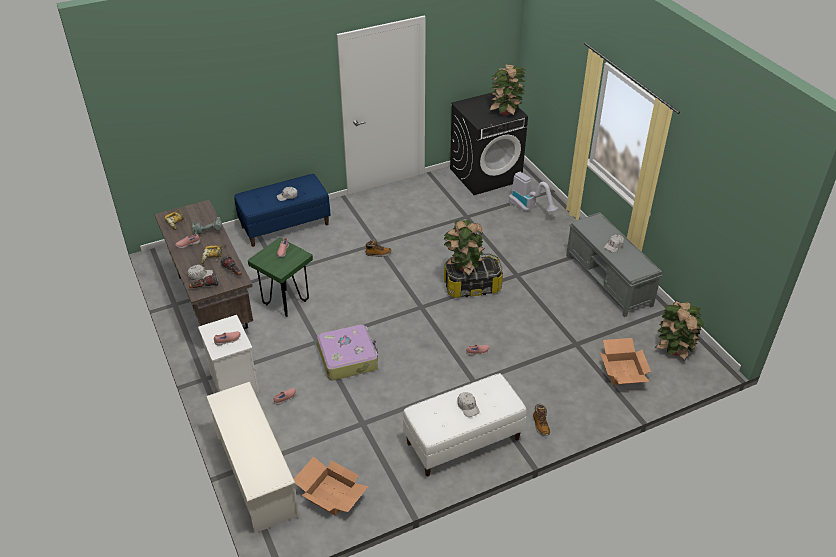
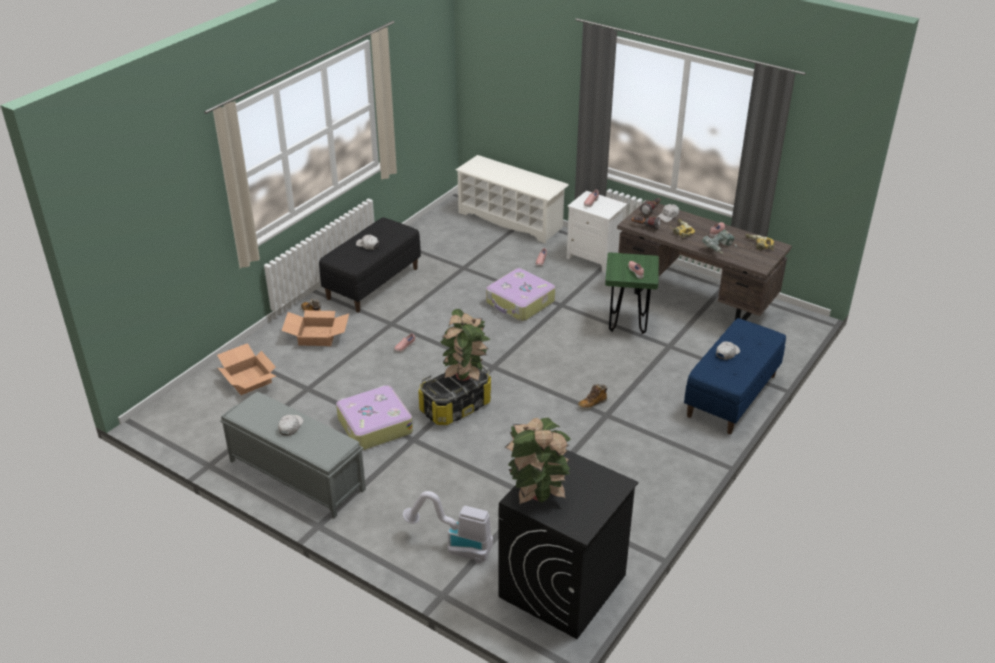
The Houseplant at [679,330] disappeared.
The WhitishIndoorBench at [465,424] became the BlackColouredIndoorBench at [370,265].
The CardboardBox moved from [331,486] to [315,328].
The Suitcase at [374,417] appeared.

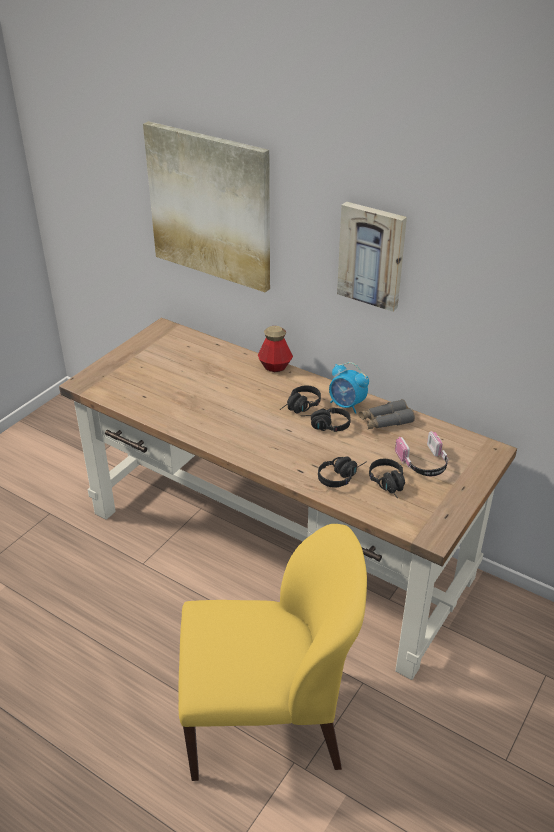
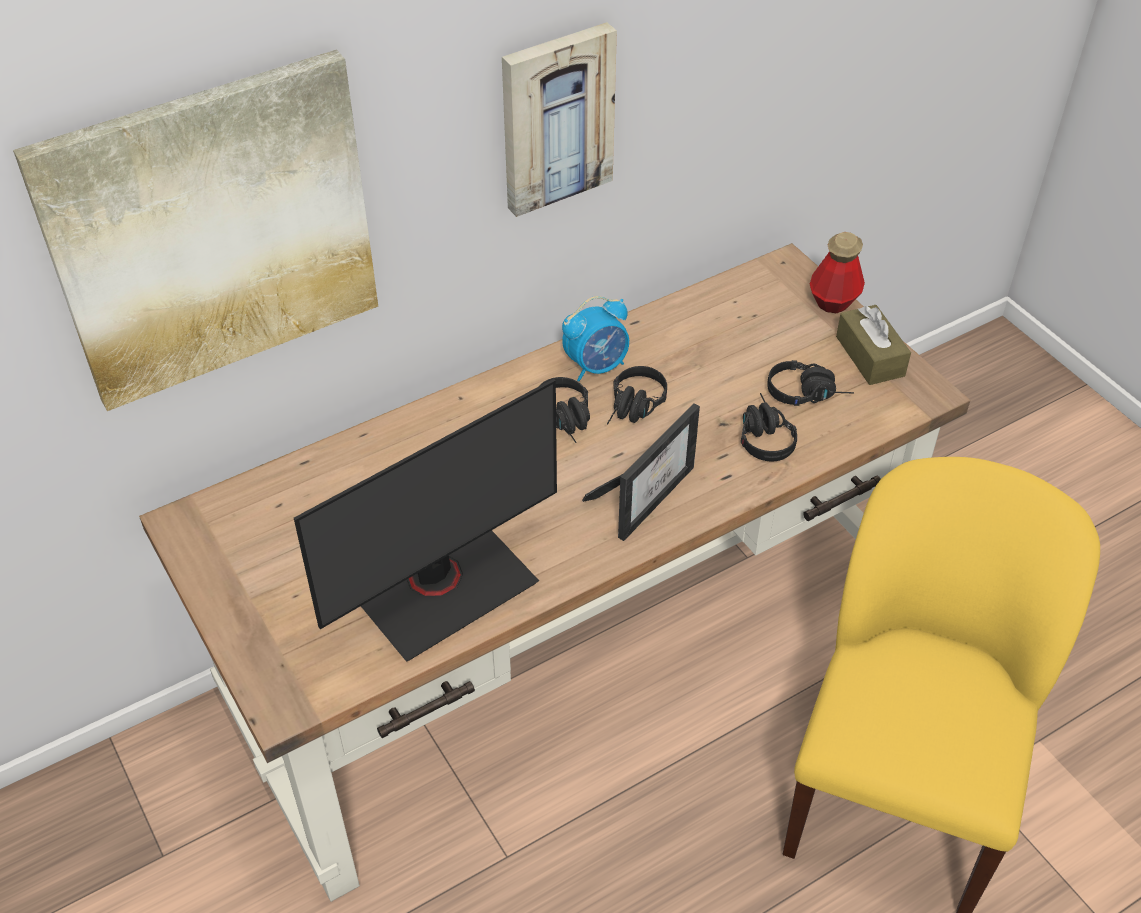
The DrinkBottle moved from [275,349] to [837,272].
The GrayPairOfBinoculars at [386,414] disappeared.
The Headset at [422,453] disappeared.
The BrownishBoxOfTissues at [873,345] appeared.
The ComputerDisplay at [425,520] appeared.
The StandingFrame at [641,472] appeared.

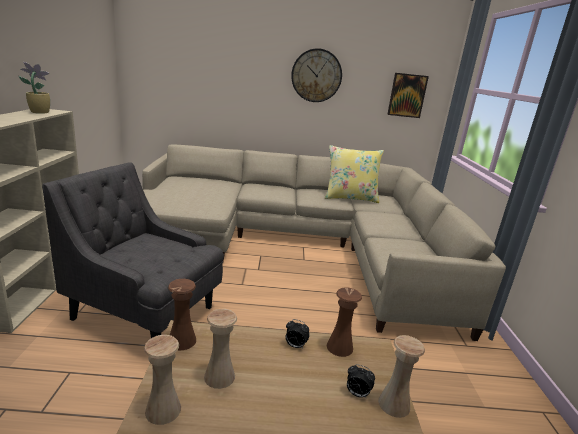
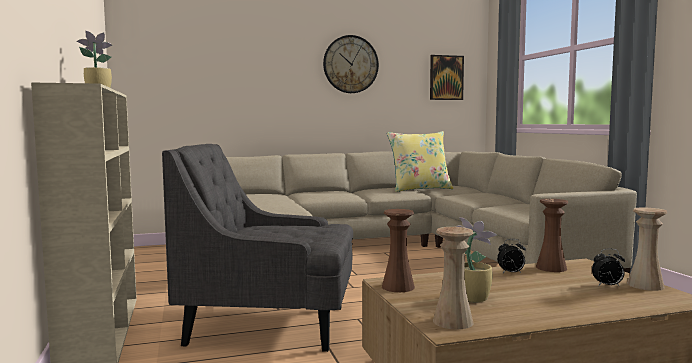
The SandColouredVase at [220,349] was replaced by the Houseplant at [476,259].

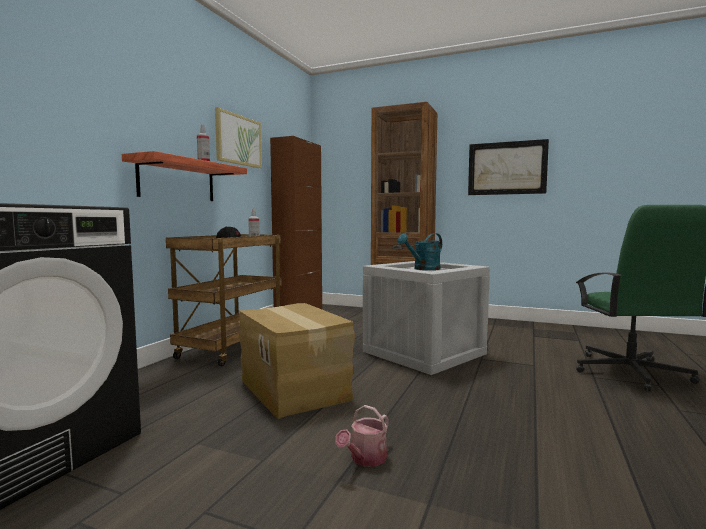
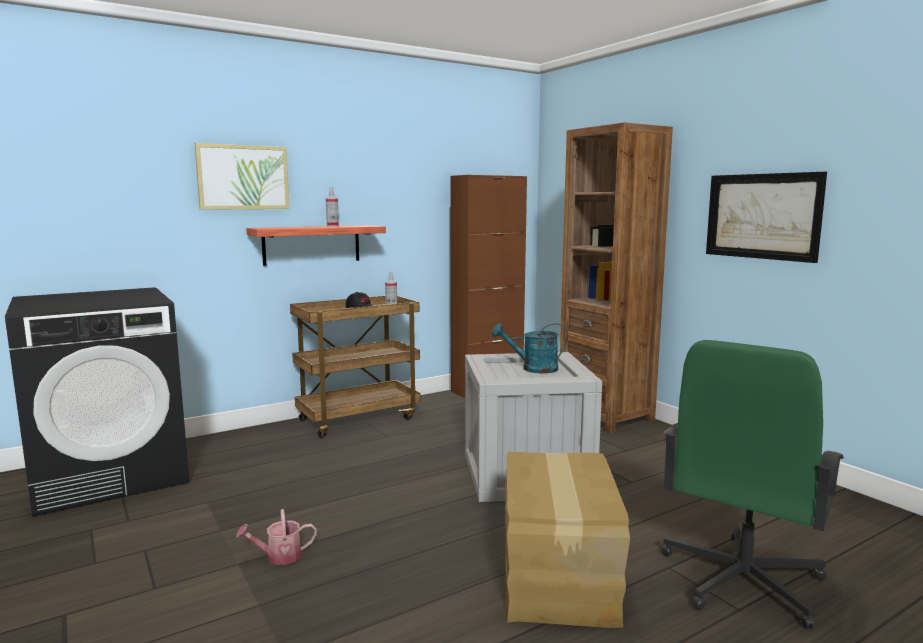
The WallArt moved from [238,137] to [242,176].
The CardboardBox moved from [297,361] to [567,539].

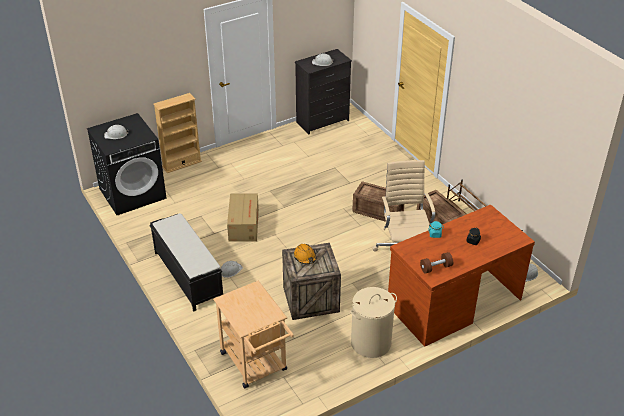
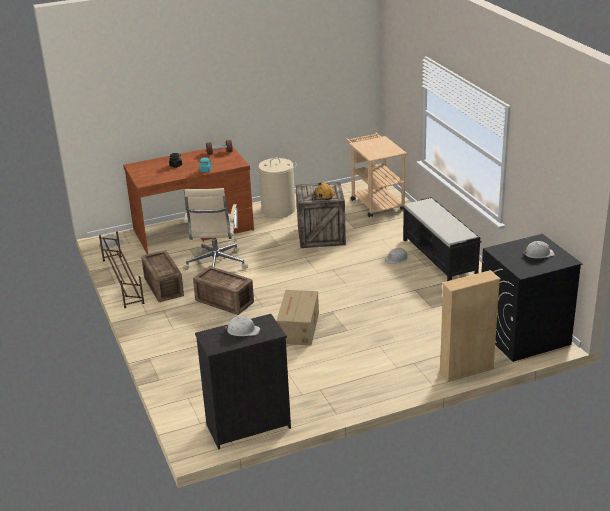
The CardboardBox moved from [243,217] to [297,317].

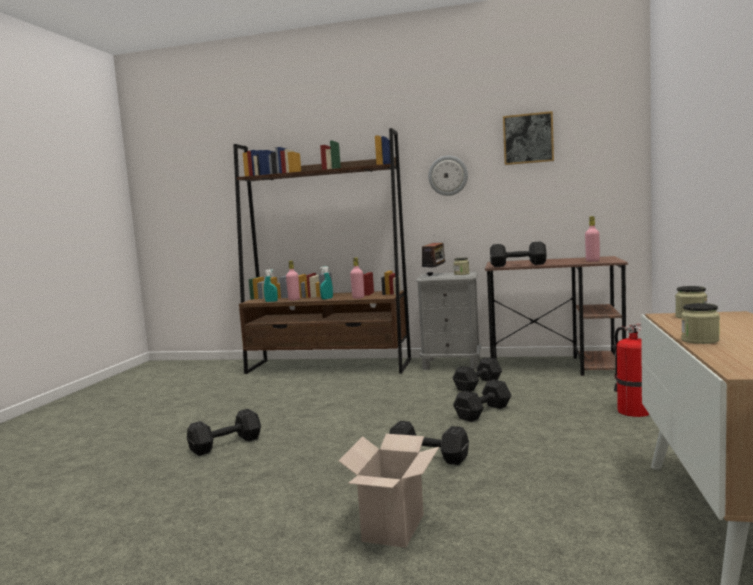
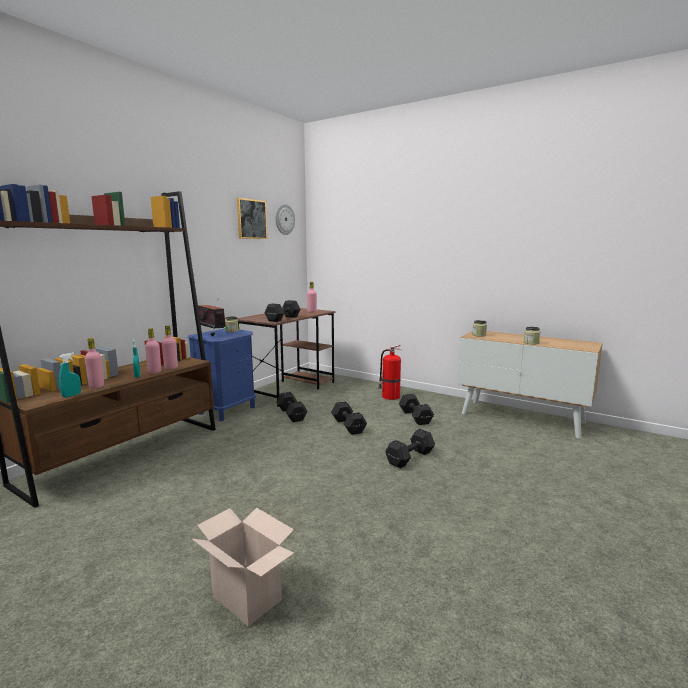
The HangingClock moved from [448,175] to [285,219].
The GrayNightstand at [448,321] became the BlueColouredNightstand at [222,374].
The BlackColouredDumbbell moved from [224,432] to [416,409].
The CardboardBox moved from [389,491] to [243,567].
The PinkishDrinkBottle at [153,351] appeared.

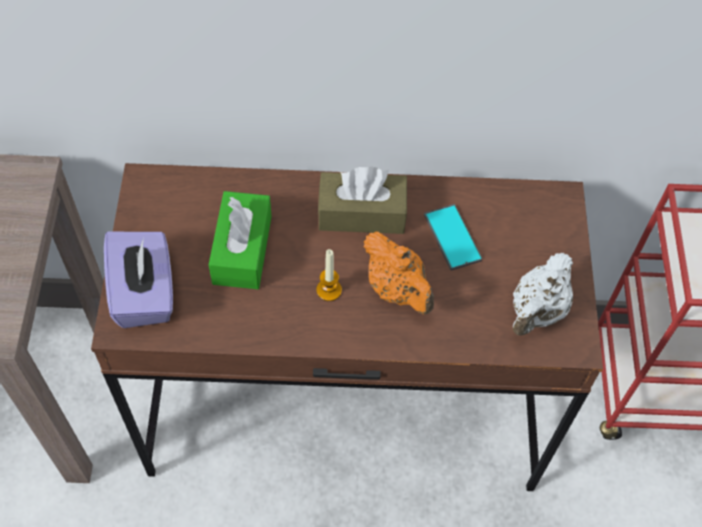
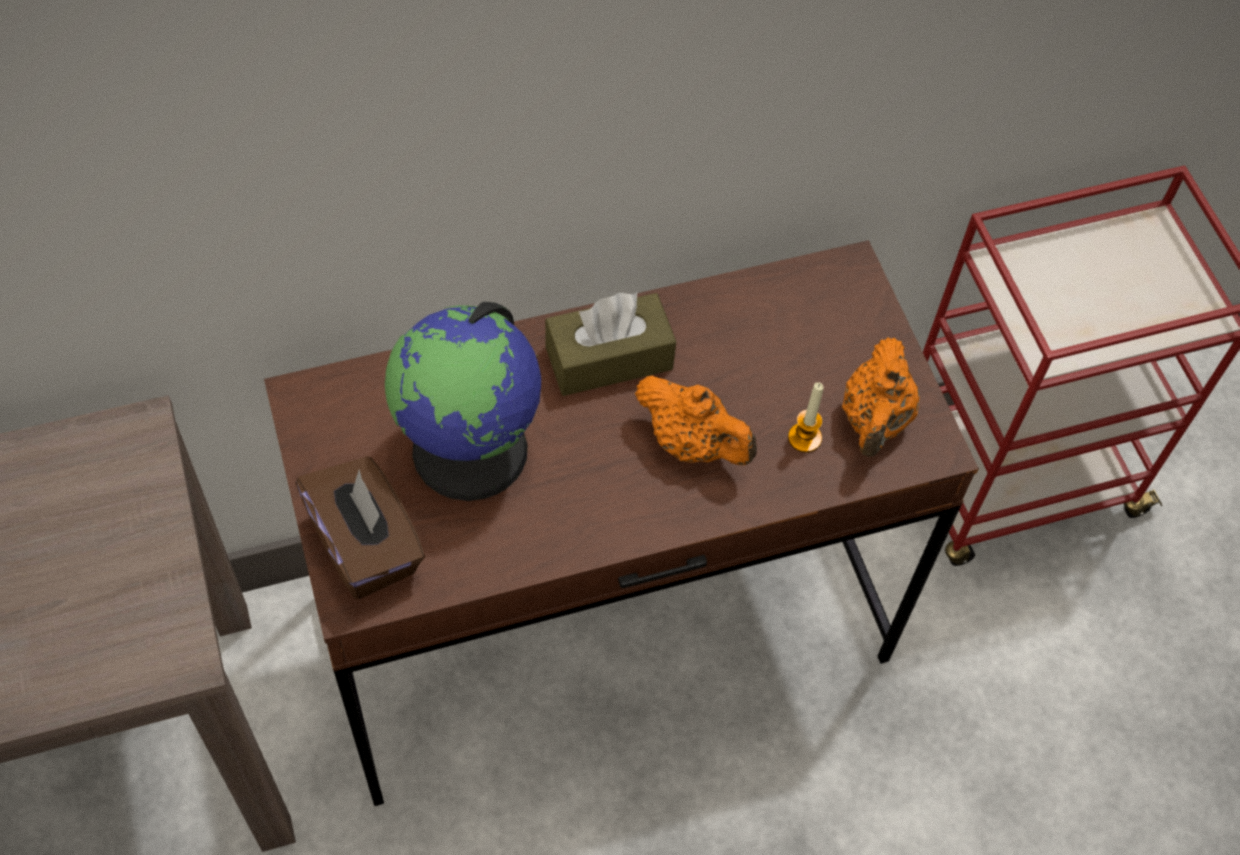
The GreenBoxOfTissues at [240,240] was replaced by the DeskGlobe at [463,401].
The Phone at [453,237] disappeared.
The PurpleColouredBoxOfTissues at [138,280] became the BrownishBoxOfTissues at [360,527].
The WaxCandle moved from [329,275] to [806,417].
The WhitishTeapot at [542,294] became the OrangeyTeapot at [881,397].

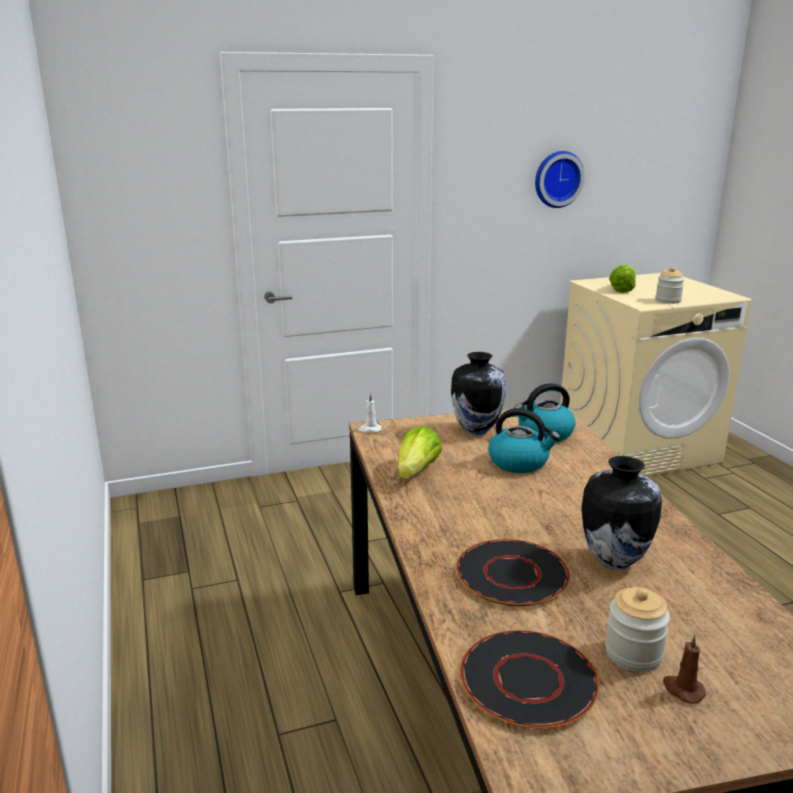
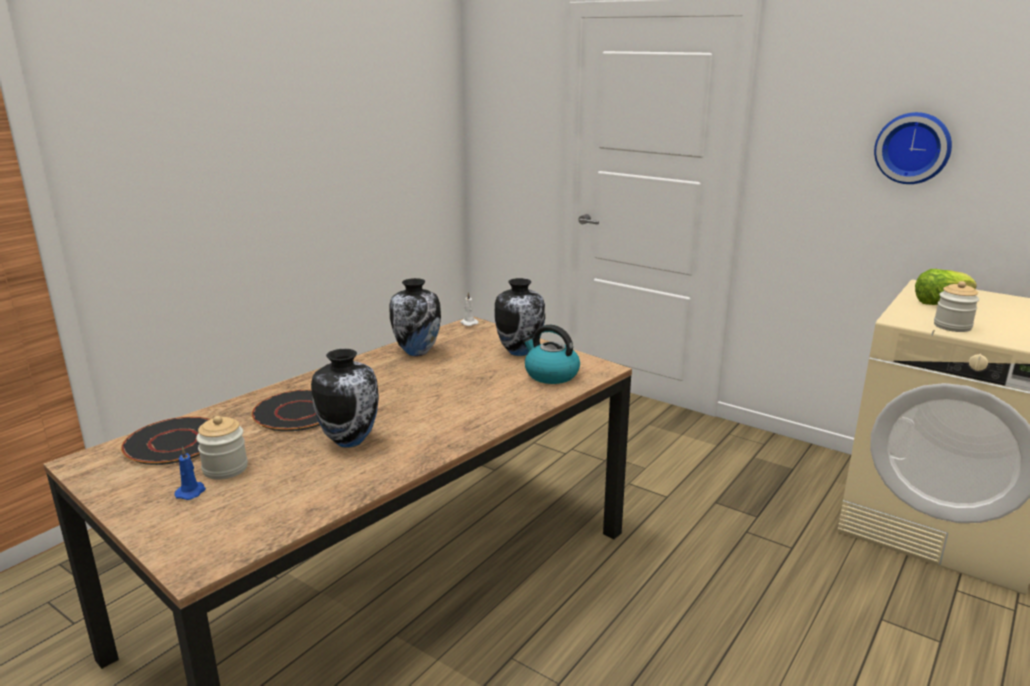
The TeaKettle at [524,440] disappeared.
The LettuceHead at [420,452] was replaced by the Vase at [415,317].
The BrownishWaxCandle at [684,669] became the BlueColouredWaxCandle at [190,473].

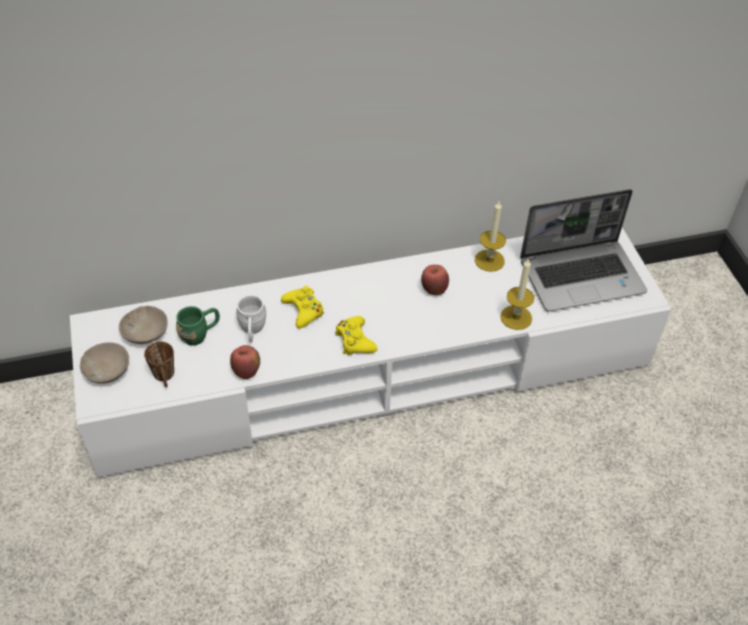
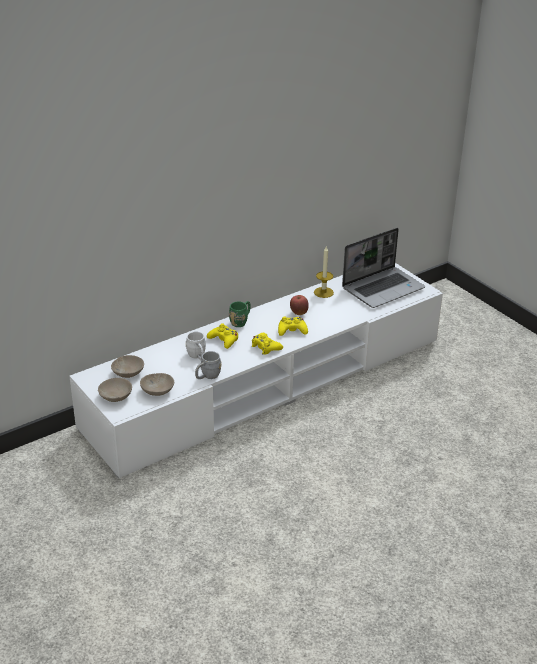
The WaxCandle at [517,294] disappeared.
The GreenCoffeeMug moved from [198,326] to [240,314].
The BrownishCoffeeMug at [159,365] was replaced by the SandColouredServingBowl at [157,384].
The WholeApple at [245,362] was replaced by the GrayCoffeeMug at [208,365].
The YellowGamepad at [293,326] appeared.

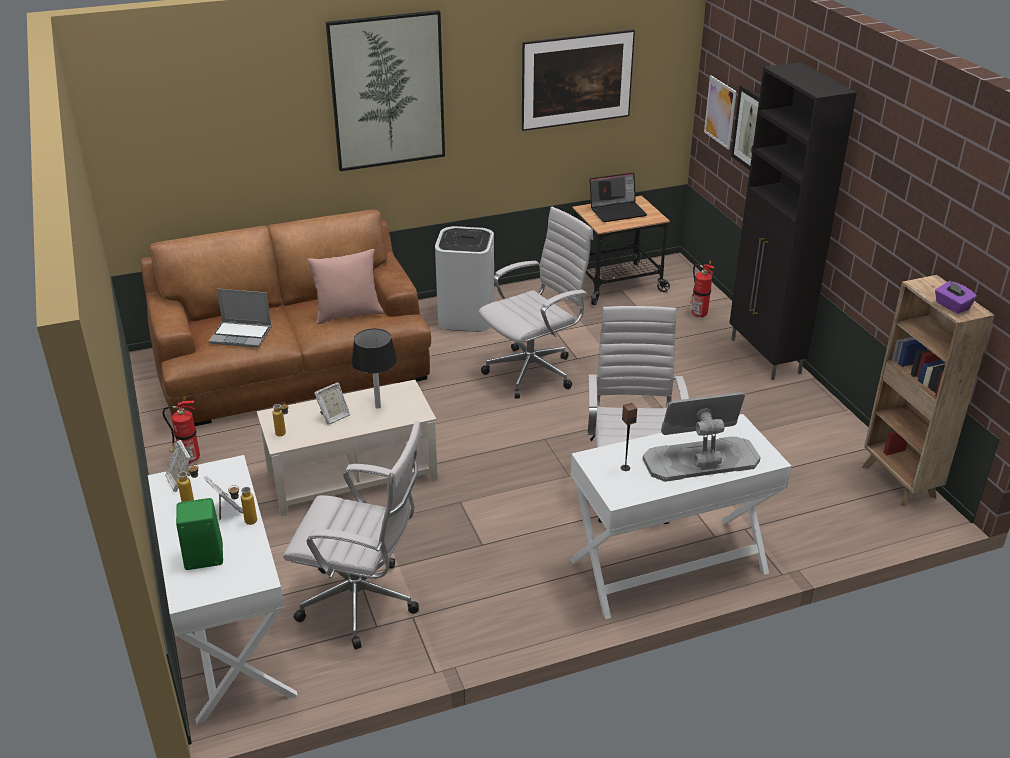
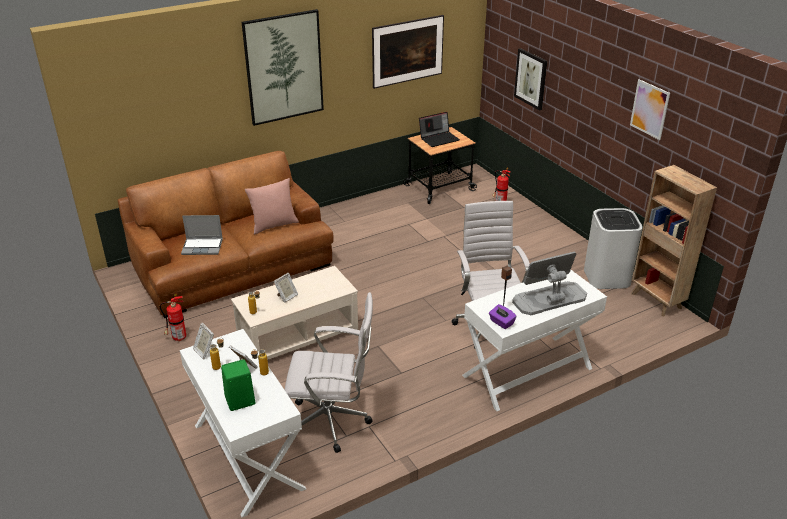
The BlackColouredStorageCabinet at [793,221] disappeared.
The WallArt moved from [720,112] to [650,109].
The WhitishComputerChair at [536,303] disappeared.
The WhitishRubbishBin moved from [464,279] to [613,248].
The PurpleColouredBoxOfTissues moved from [956,297] to [503,316].
The BlackColouredLampForATable at [374,368] disappeared.

